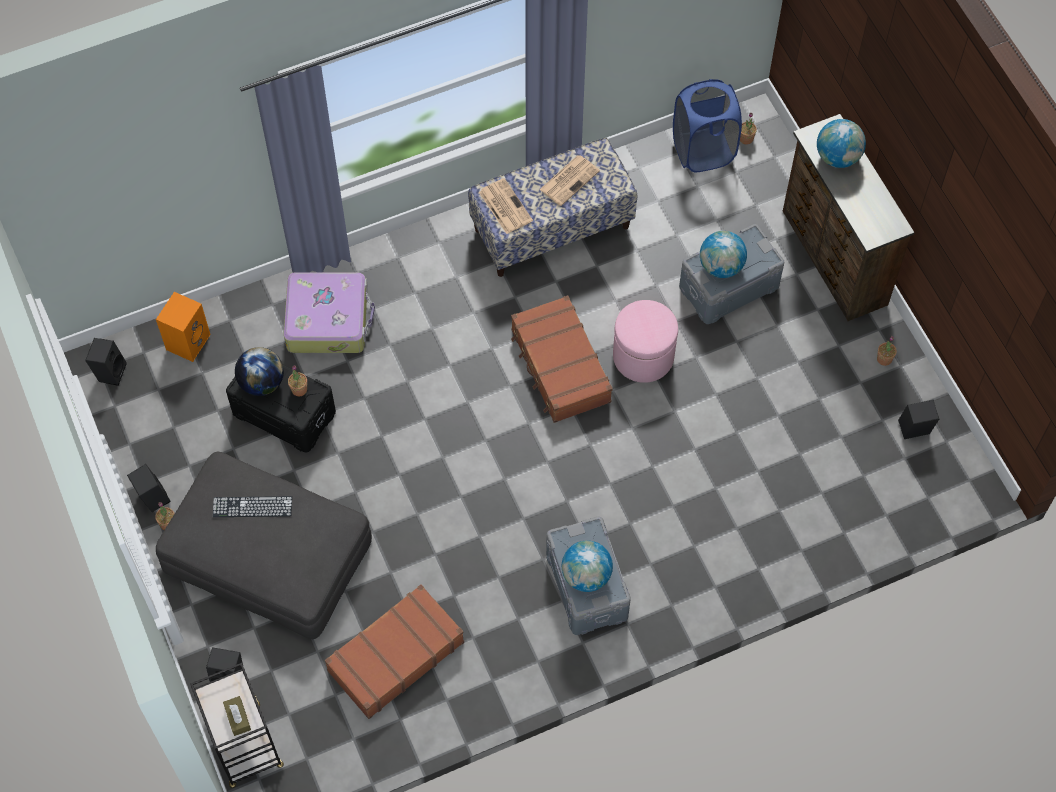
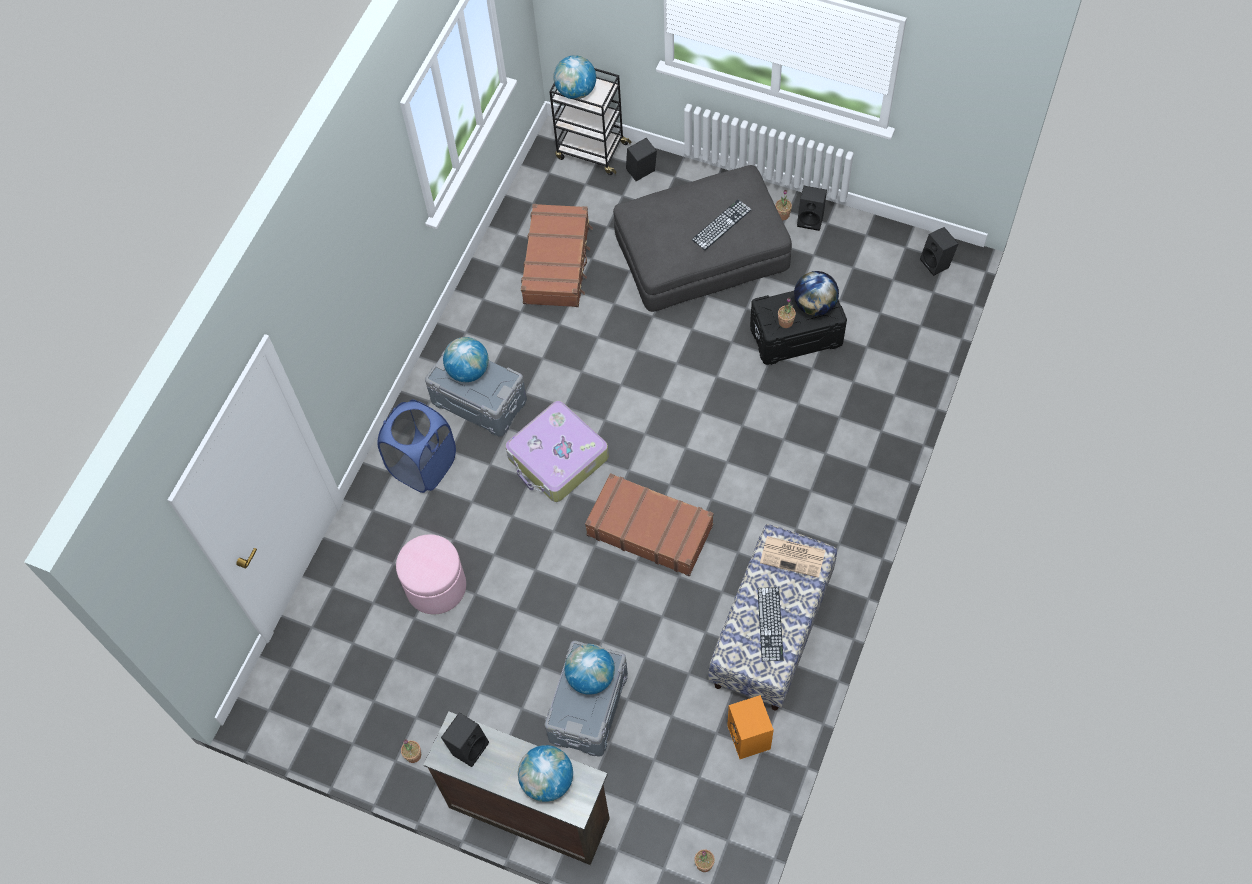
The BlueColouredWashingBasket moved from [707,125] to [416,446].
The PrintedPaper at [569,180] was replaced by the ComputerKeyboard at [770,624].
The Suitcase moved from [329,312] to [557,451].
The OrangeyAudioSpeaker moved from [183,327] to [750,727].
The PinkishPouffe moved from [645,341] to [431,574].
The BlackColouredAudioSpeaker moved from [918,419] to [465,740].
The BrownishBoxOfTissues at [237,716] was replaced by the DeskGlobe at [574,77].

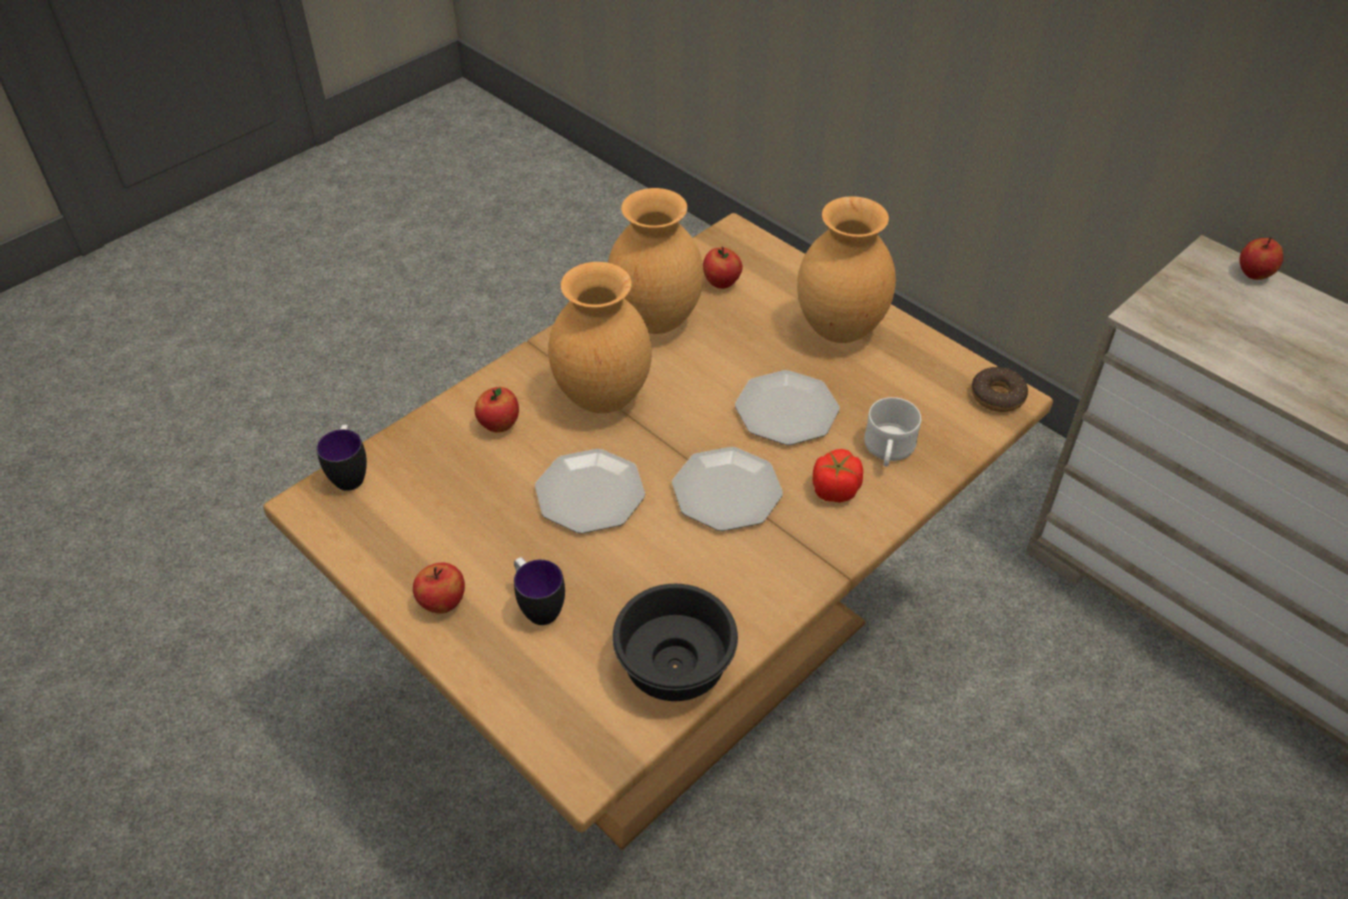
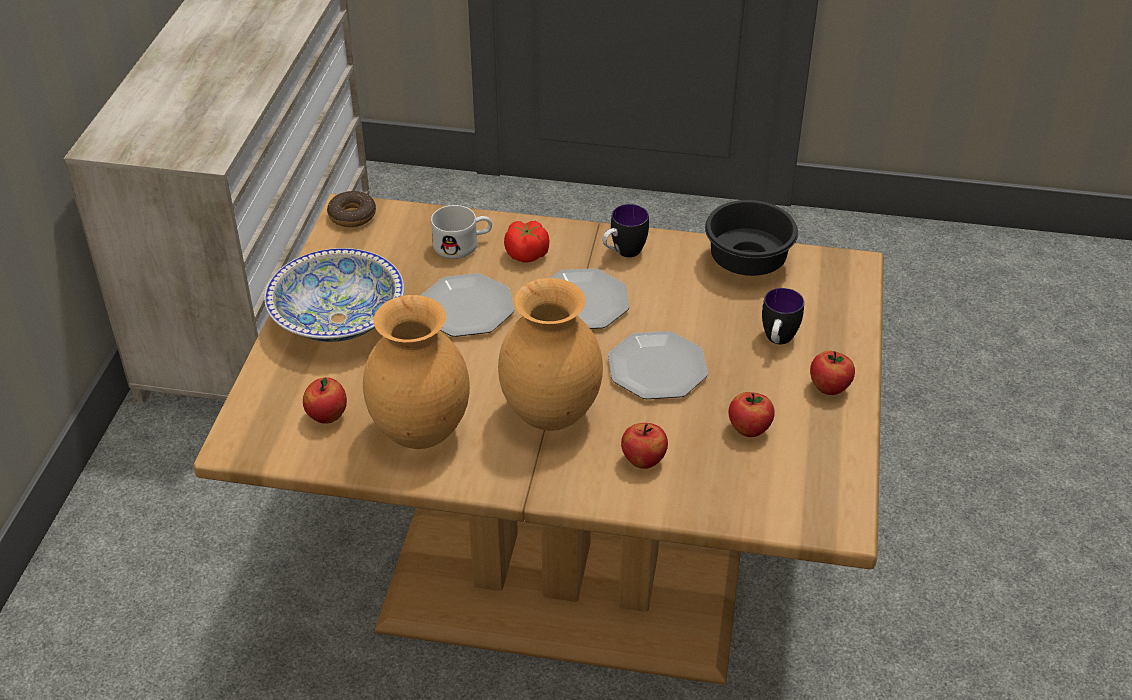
The BrownishVase at [846,269] was replaced by the ServingBowl at [334,295].
The WholeApple moved from [1261,258] to [752,414].
The CoffeeMug moved from [341,458] to [625,230].

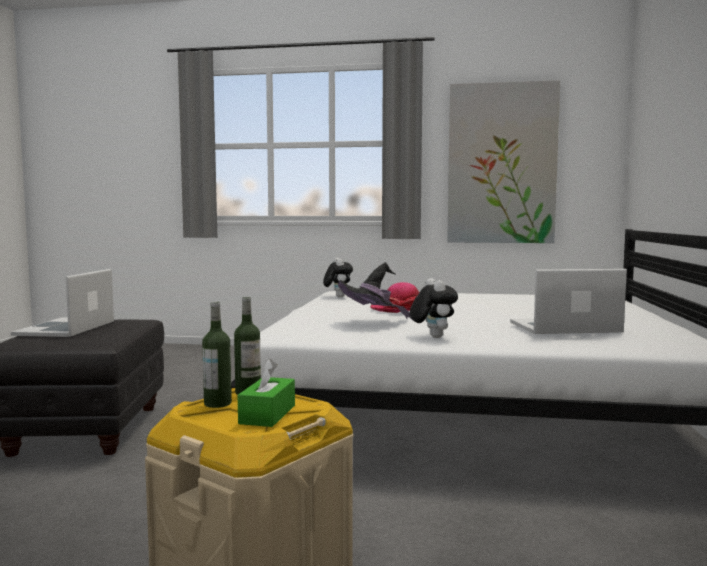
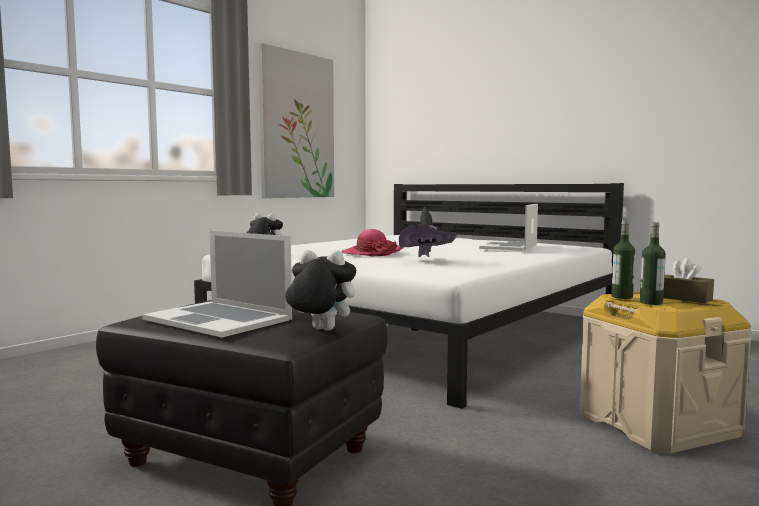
The CuddlyToy moved from [434,308] to [320,290].
The GreenBoxOfTissues at [266,393] became the BrownishBoxOfTissues at [688,280].

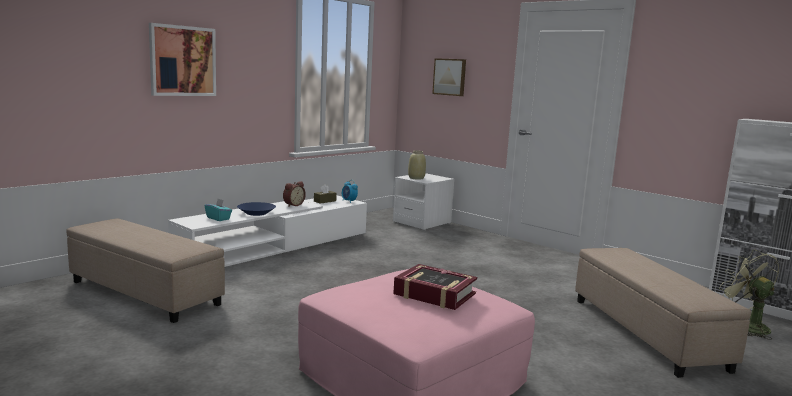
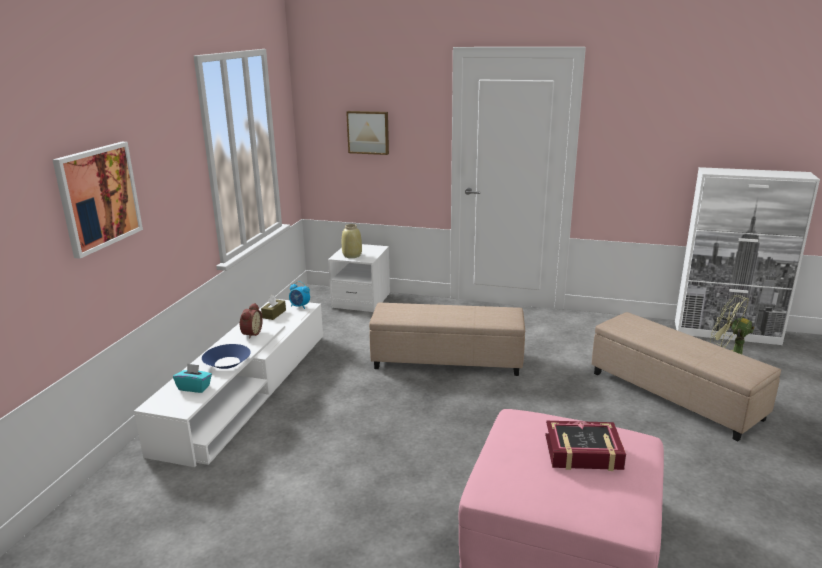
The SandColouredPouffe moved from [146,271] to [447,339].

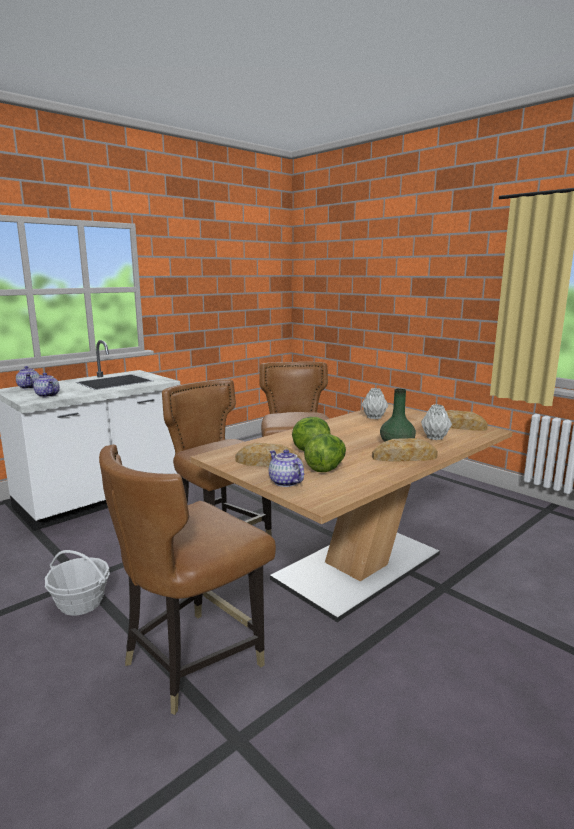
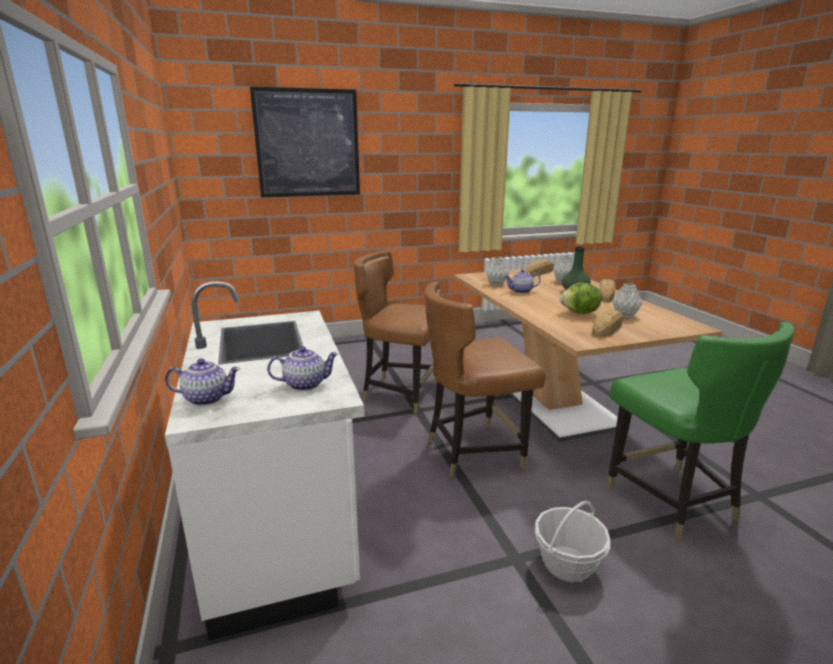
The LettuceHead at [325,453] was replaced by the GrayVase at [627,300].
The BrownishChair at [187,579] became the GreenChair at [701,431].
The Teapot moved from [286,468] to [523,281].
The WallArt at [305,142] appeared.

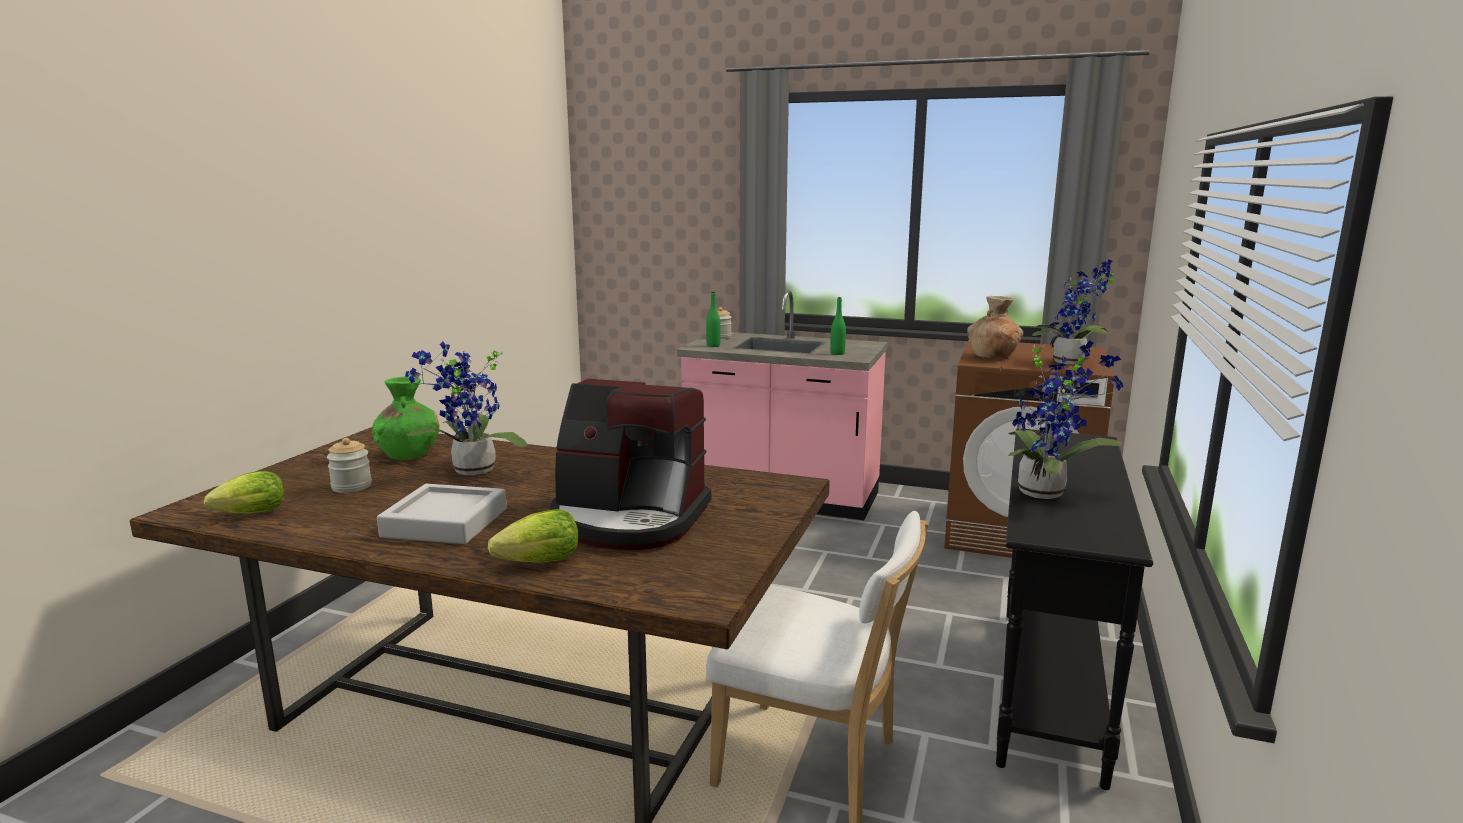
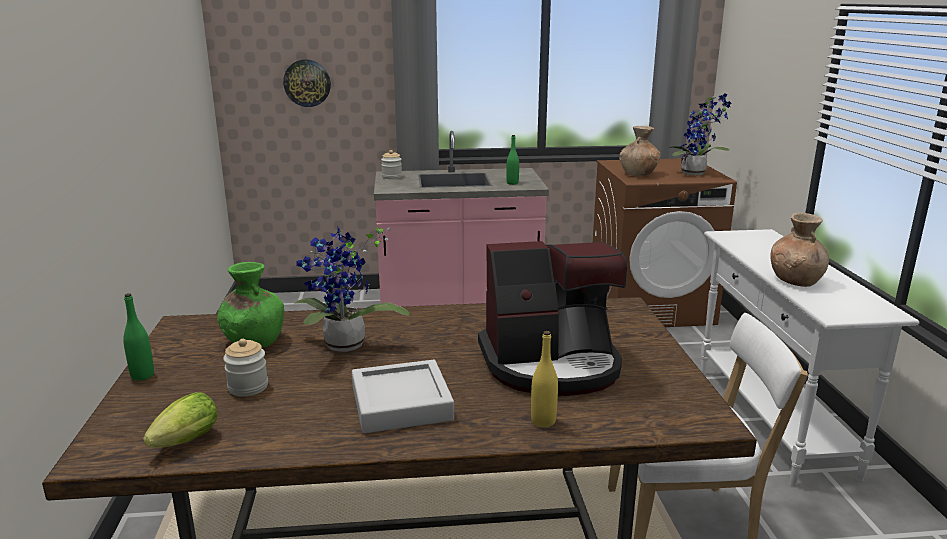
The GreenDrinkBottle moved from [713,319] to [138,337].
The Houseplant at [1066,420] was replaced by the BrownishVase at [799,250].
The BlackColouredConsoleTable at [1074,609] became the WhitishConsoleTable at [810,357].
The LettuceHead at [533,536] was replaced by the YellowDrinkBottle at [544,379].
The HangingClock at [307,83] appeared.

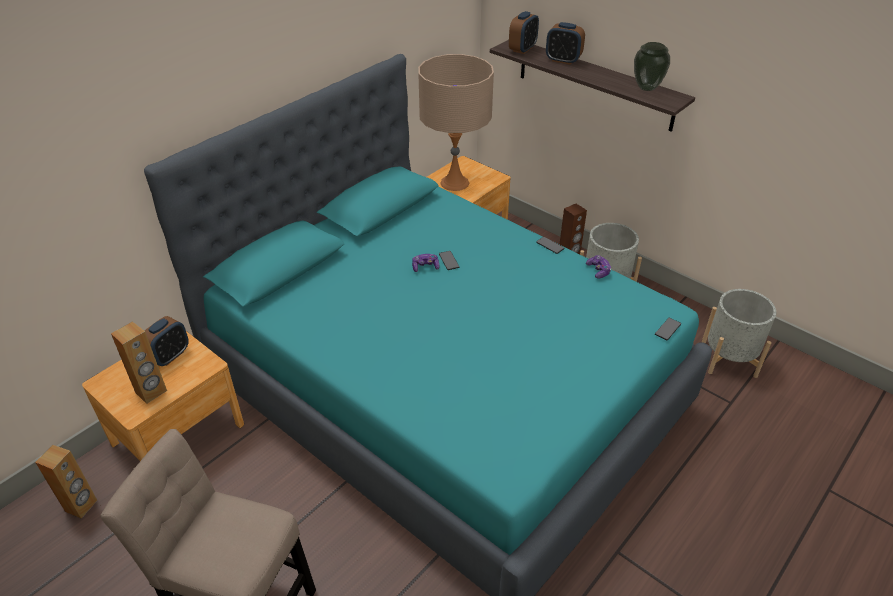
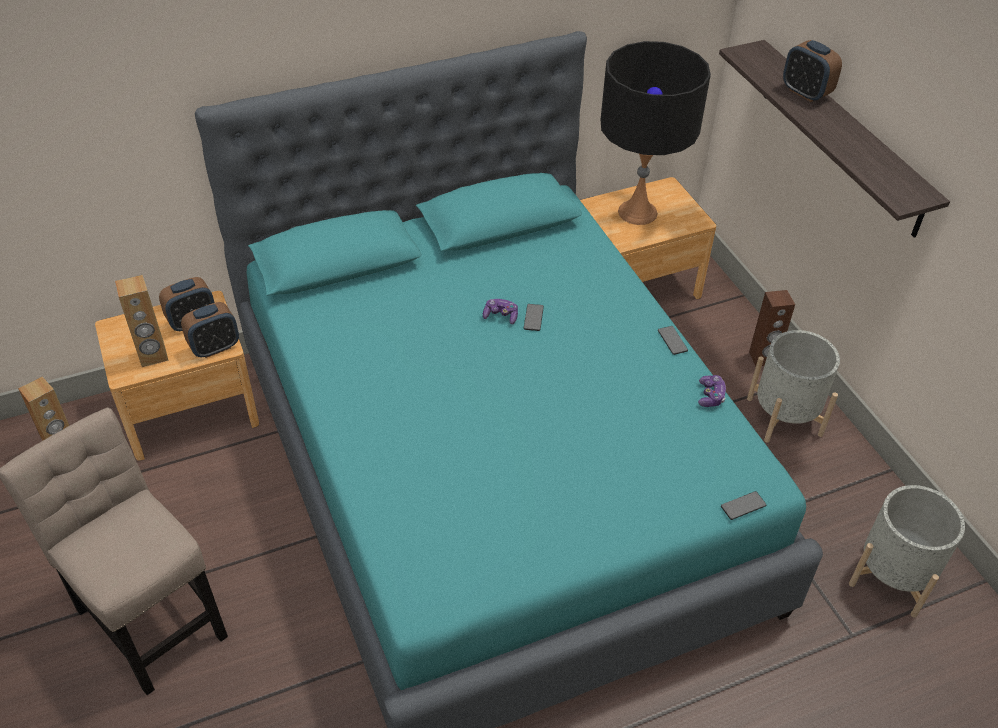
The TableClock moved from [524,32] to [210,330].
The Vase at [652,66] disappeared.
The SandColouredLampForATable at [456,122] became the BlackColouredLampForATable at [655,133].

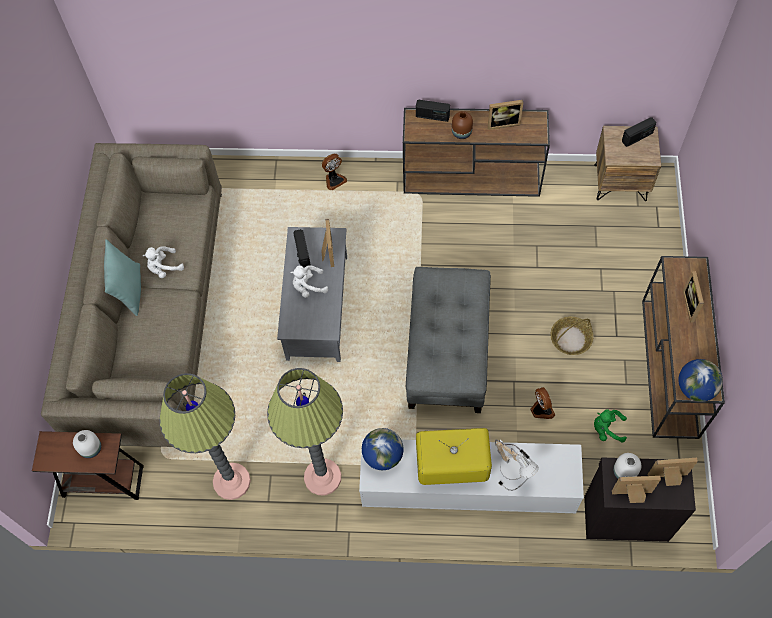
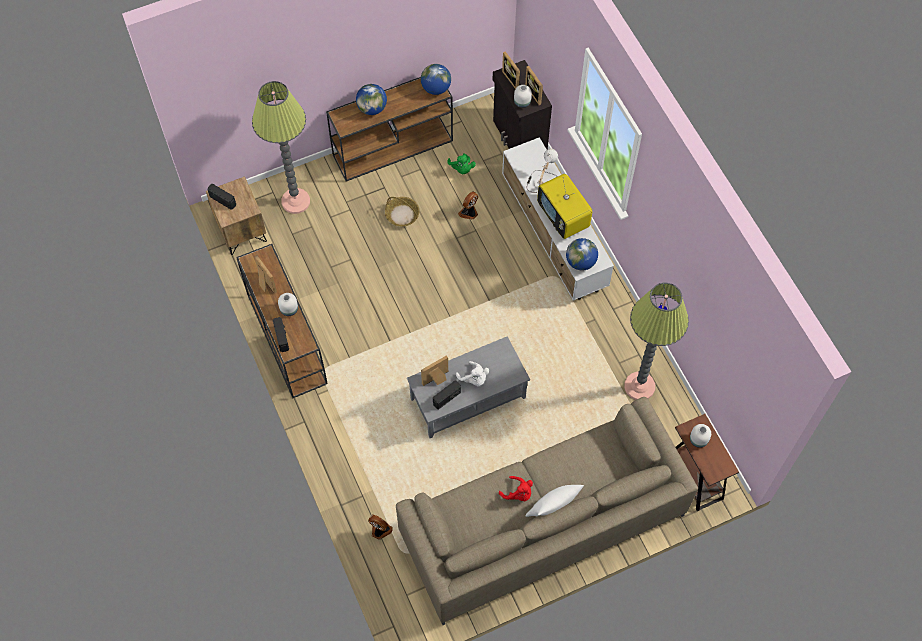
The BrownishVase at [462,125] became the WhitishVase at [288,304].
The Fan moved from [334,172] to [380,527].
The TurquoiseColouredPillow at [122,277] became the WhitishPillow at [555,501].
The WhitishCuddlyToy at [163,262] became the RedColouredCuddlyToy at [516,488].
The GrayPouffe at [448,340] disappeared.
The StandingFrame at [693,296] was replaced by the DeskGlobe at [371,99].
The StandardLamp moved from [305,431] to [281,147].

